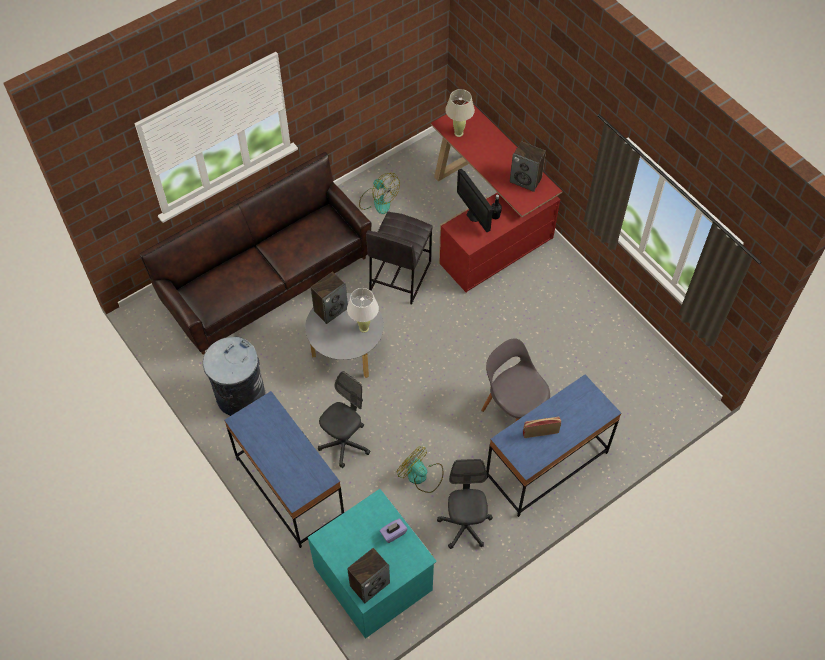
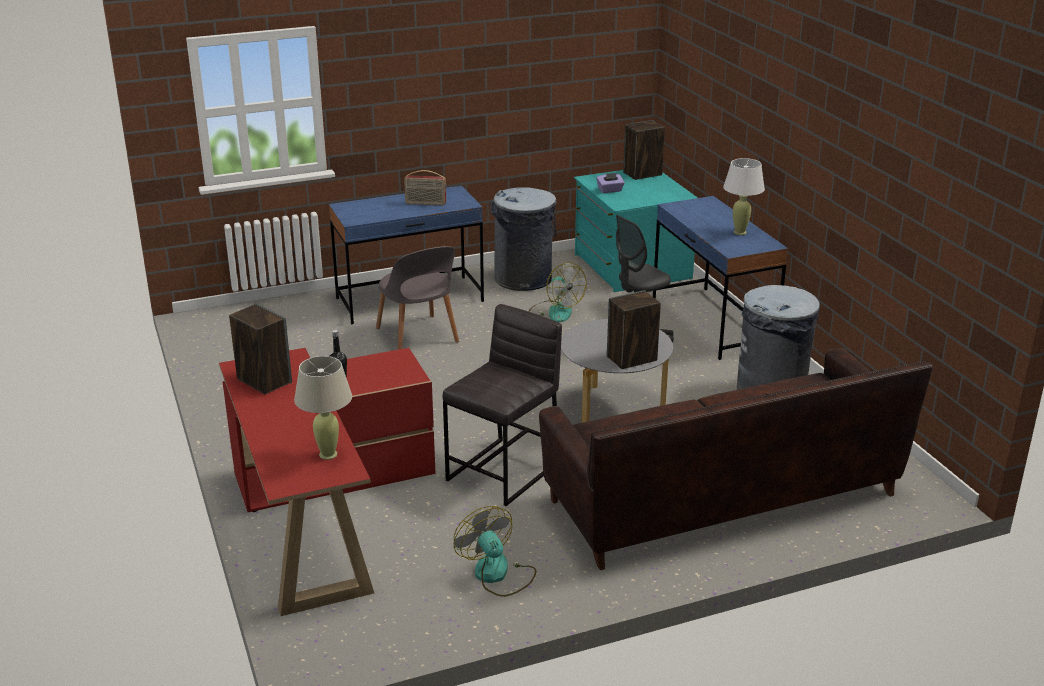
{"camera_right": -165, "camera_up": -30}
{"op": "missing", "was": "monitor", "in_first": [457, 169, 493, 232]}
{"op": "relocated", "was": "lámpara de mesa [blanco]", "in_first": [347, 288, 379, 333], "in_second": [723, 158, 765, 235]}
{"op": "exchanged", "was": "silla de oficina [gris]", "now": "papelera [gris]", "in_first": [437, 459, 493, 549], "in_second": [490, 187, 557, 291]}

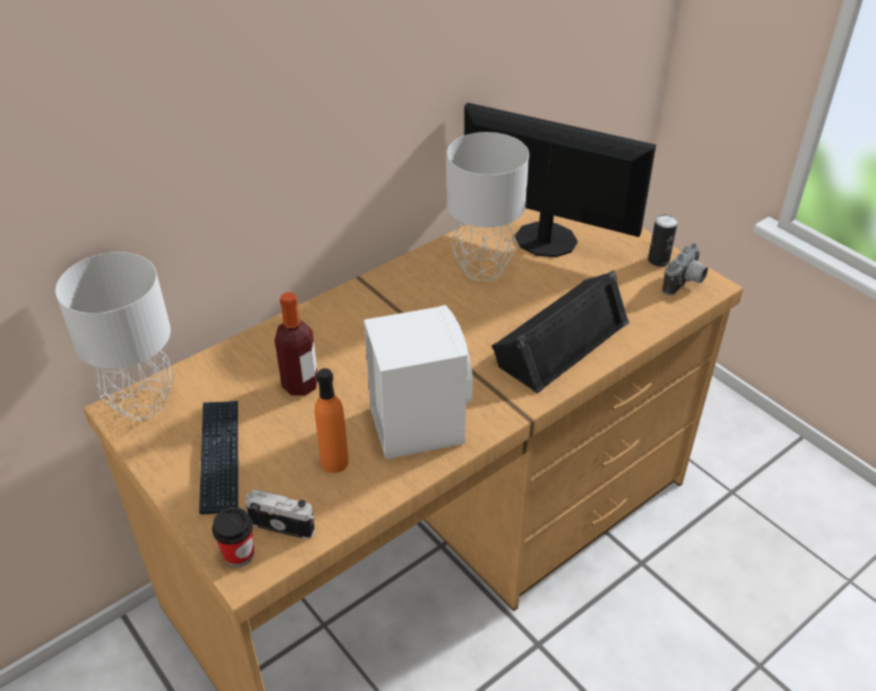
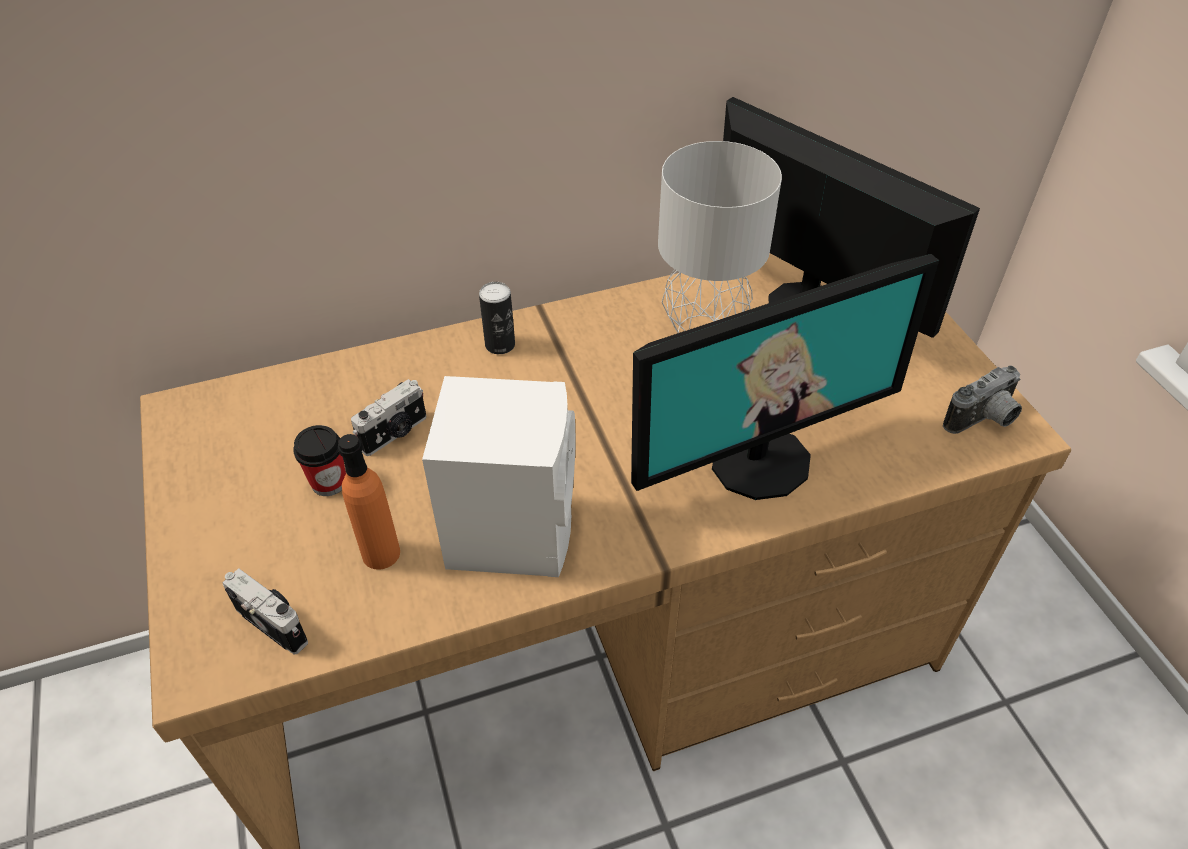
{"camera_right": 20, "camera_up": 5}
{"op": "missing", "was": "lámpara de mesa [gris]", "in_first": [55, 252, 175, 420]}
{"op": "missing", "was": "teclado", "in_first": [199, 401, 238, 515]}
{"op": "relocated", "was": "taza", "in_first": [212, 507, 254, 567], "in_second": [293, 425, 346, 496]}
{"op": "relocated", "was": "lata", "in_first": [648, 214, 678, 267], "in_second": [479, 282, 515, 354]}
{"op": "exchanged", "was": "botella", "now": "cámara", "in_first": [275, 292, 318, 396], "in_second": [351, 379, 427, 456]}
{"op": "exchanged", "was": "altavoz [negro]", "now": "monitor", "in_first": [492, 270, 629, 394], "in_second": [631, 254, 939, 500]}

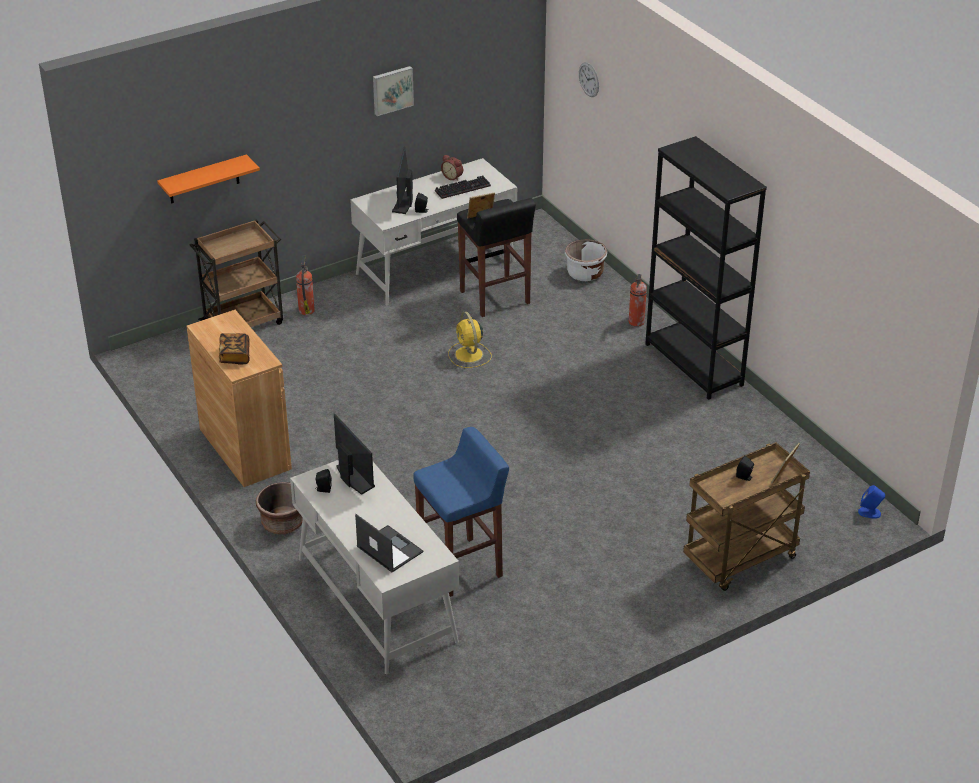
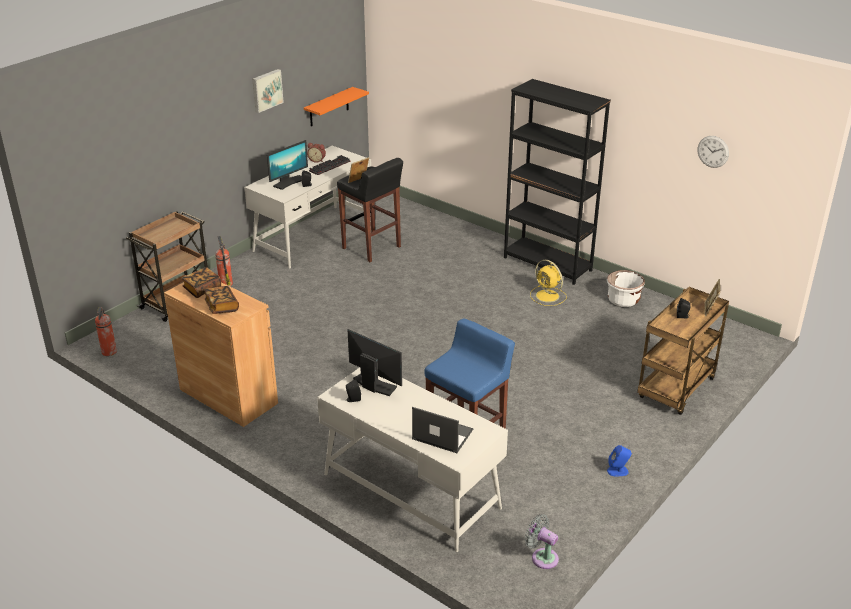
{"camera_right": -20, "camera_up": -5}
{"op": "missing", "was": "maceta [marrón]", "in_first": [256, 482, 303, 535]}
{"op": "appeared", "now": "libro", "in_second": [181, 267, 221, 298]}
{"op": "appeared", "now": "ventilador [gris]", "in_second": [525, 514, 559, 569]}
{"op": "relocated", "was": "estante [naranja]", "in_first": [157, 154, 260, 204], "in_second": [304, 87, 369, 126]}
{"op": "relocated", "was": "ventilador [amarillo]", "in_first": [449, 311, 492, 368], "in_second": [530, 260, 567, 306]}
{"op": "relocated", "was": "maceta [blanco]", "in_first": [565, 239, 607, 281], "in_second": [607, 270, 645, 307]}
{"op": "relocated", "was": "reloj de pared", "in_first": [579, 62, 599, 97], "in_second": [697, 136, 729, 168]}
{"op": "relocated", "was": "extintor", "in_first": [629, 274, 647, 327], "in_second": [95, 307, 117, 356]}
{"op": "relocated", "was": "altavoz [azul]", "in_first": [858, 485, 885, 519], "in_second": [607, 445, 632, 476]}
{"op": "spun", "was": "monitor", "in_first": [392, 147, 413, 214], "in_second": [267, 140, 308, 190], "clockwise": -120}

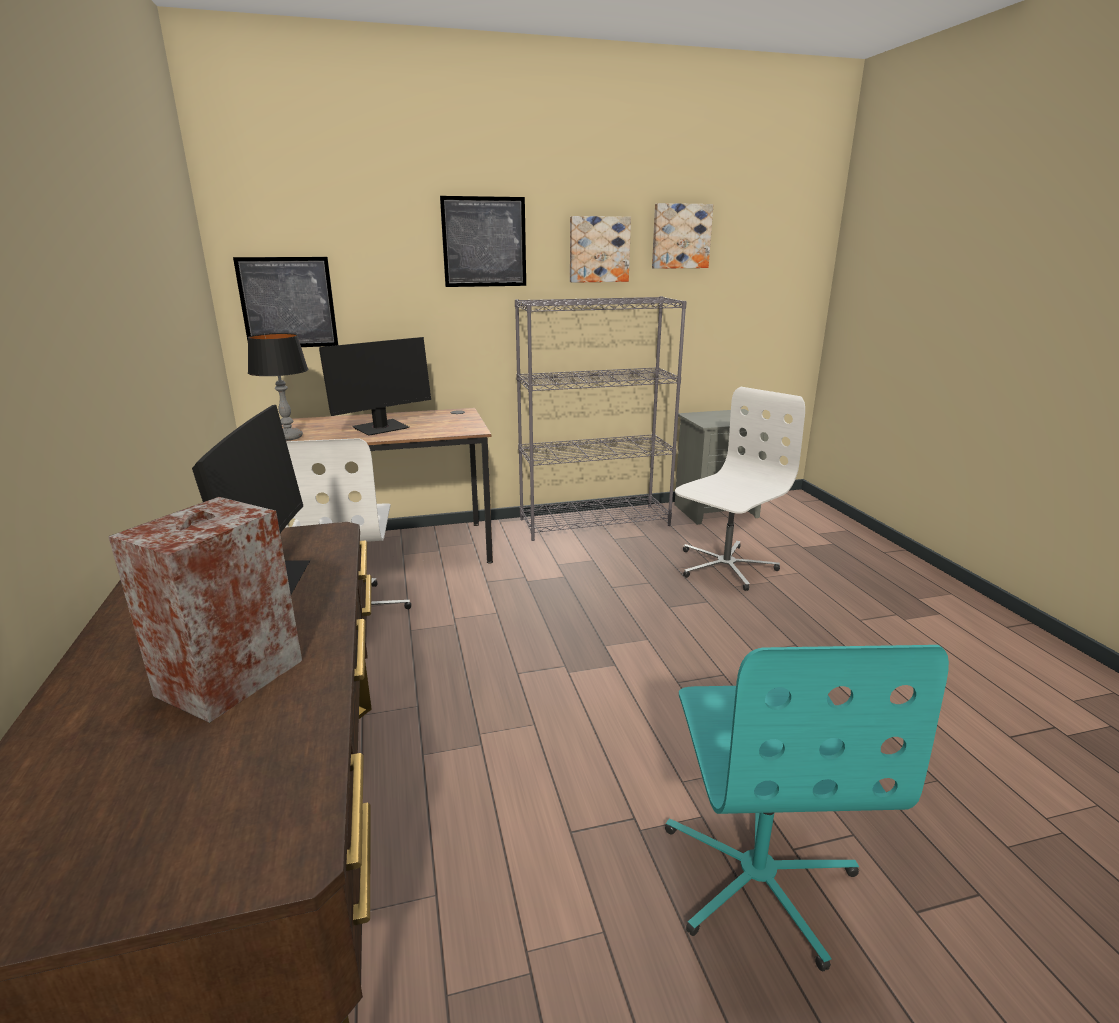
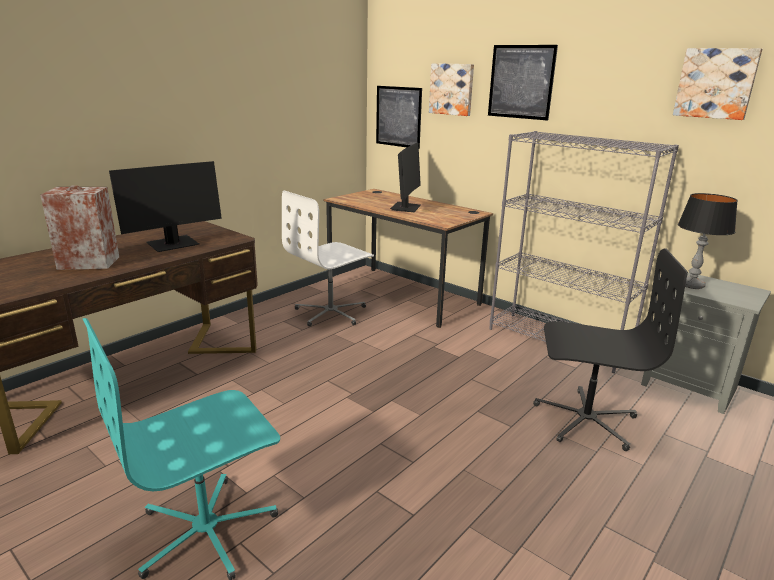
{"camera_right": 55, "camera_up": 0}
{"op": "relocated", "was": "lámpara de mesa", "in_first": [248, 333, 308, 440], "in_second": [678, 193, 738, 289]}
{"op": "relocated", "was": "cuadro", "in_first": [570, 216, 631, 283], "in_second": [429, 63, 474, 116]}
{"op": "colour", "was": "silla de oficina [blanco]", "now": "silla de oficina [negro]", "in_first": [675, 387, 805, 591], "in_second": [533, 248, 688, 451]}
{"op": "spun", "was": "monitor", "in_first": [319, 337, 431, 436], "in_second": [390, 143, 421, 212], "clockwise": -90}

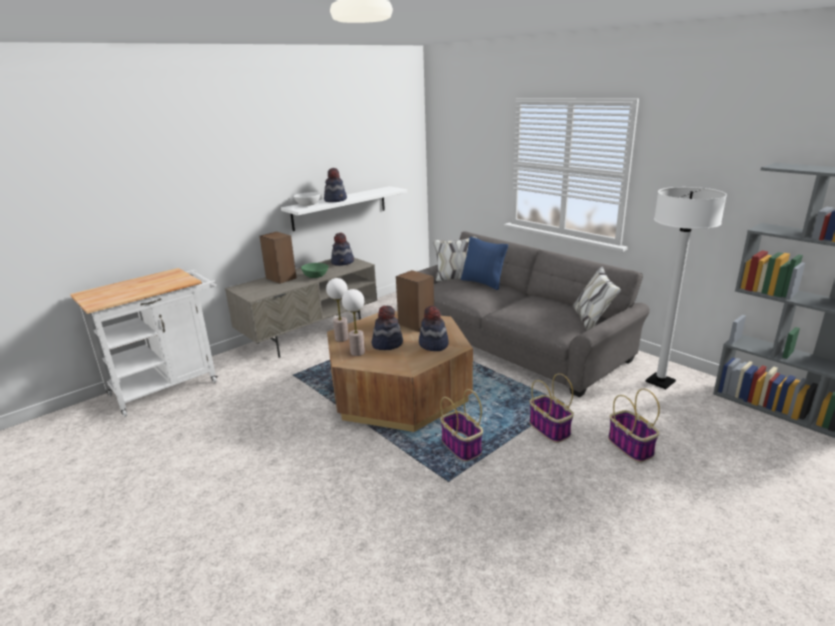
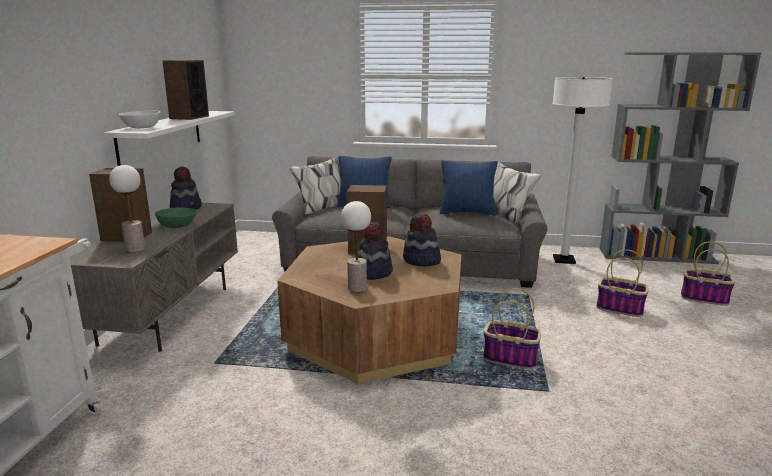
{"camera_right": -40, "camera_up": -5}
{"op": "missing", "was": "sombrero", "in_first": [324, 168, 347, 202]}
{"op": "appeared", "now": "altavoz", "in_second": [162, 60, 209, 120]}
{"op": "appeared", "now": "cojín [azul]", "in_second": [440, 160, 497, 215]}
{"op": "relocated", "was": "lámpara de mesa", "in_first": [326, 278, 349, 342], "in_second": [109, 165, 145, 252]}
{"op": "relocated", "was": "cesta", "in_first": [529, 373, 574, 443], "in_second": [681, 241, 735, 306]}

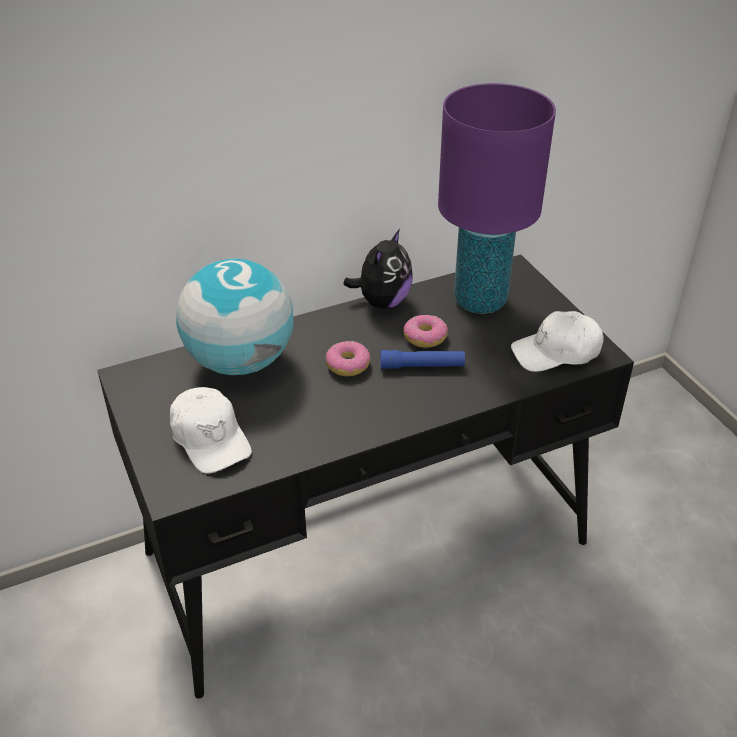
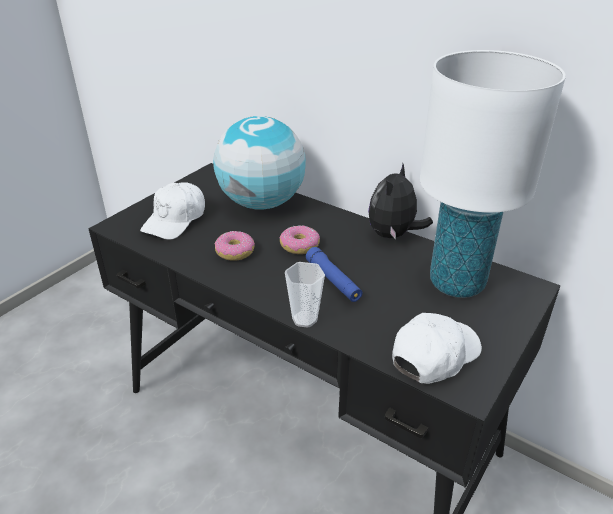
{"camera_right": 60, "camera_up": -5}
{"op": "appeared", "now": "taza", "in_second": [285, 262, 325, 328]}
{"op": "relocated", "was": "rosquilla", "in_first": [404, 315, 448, 348], "in_second": [214, 231, 255, 261]}
{"op": "colour", "was": "lámpara de mesa [morado]", "now": "lámpara de mesa [blanco]", "in_first": [438, 83, 556, 314], "in_second": [420, 50, 566, 298]}
{"op": "spun", "was": "peluche", "in_first": [343, 229, 413, 309], "in_second": [368, 164, 433, 240], "clockwise": 120}
{"op": "spun", "was": "gorra [blanco]", "in_first": [511, 311, 604, 372], "in_second": [392, 313, 482, 384], "clockwise": 90}

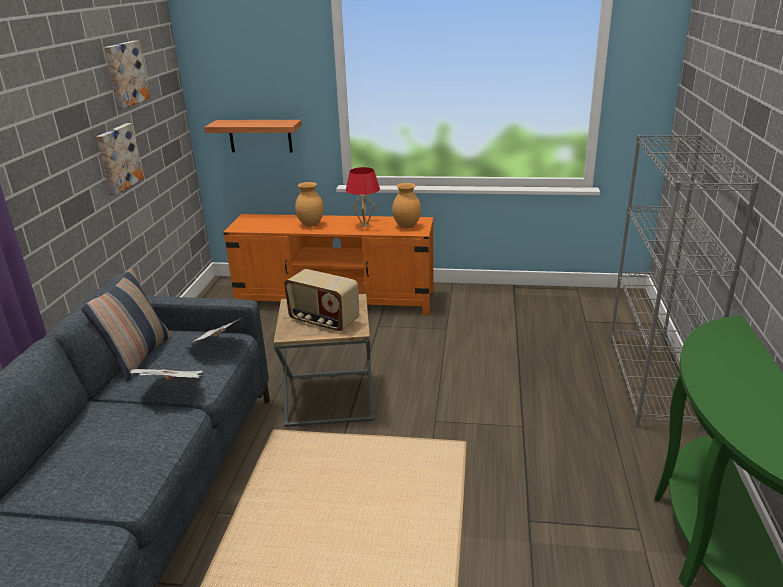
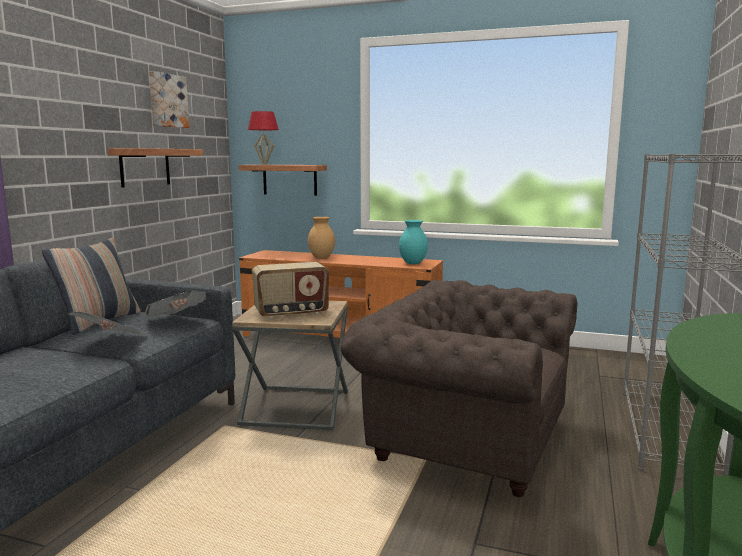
{"camera_right": 10, "camera_up": -15}
{"op": "appeared", "now": "sillón [marrón]", "in_second": [340, 280, 577, 497]}
{"op": "relocated", "was": "lámpara de mesa [rojo]", "in_first": [346, 167, 380, 227], "in_second": [248, 111, 279, 165]}
{"op": "exchanged", "was": "cuadro", "now": "estante", "in_first": [97, 123, 144, 195], "in_second": [108, 148, 203, 188]}
{"op": "colour", "was": "florero [marrón]", "now": "florero [turquesa]", "in_first": [392, 183, 421, 229], "in_second": [399, 220, 428, 264]}
{"op": "spun", "was": "radio", "in_first": [284, 269, 359, 332], "in_second": [252, 262, 329, 319], "clockwise": -60}

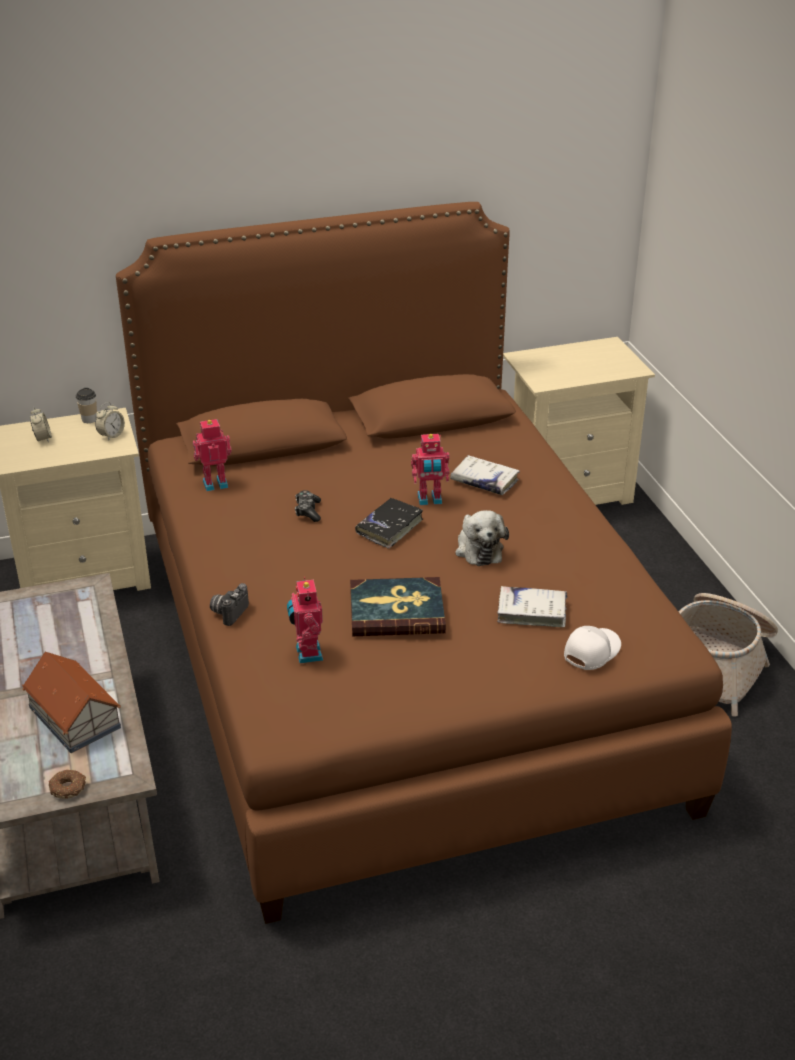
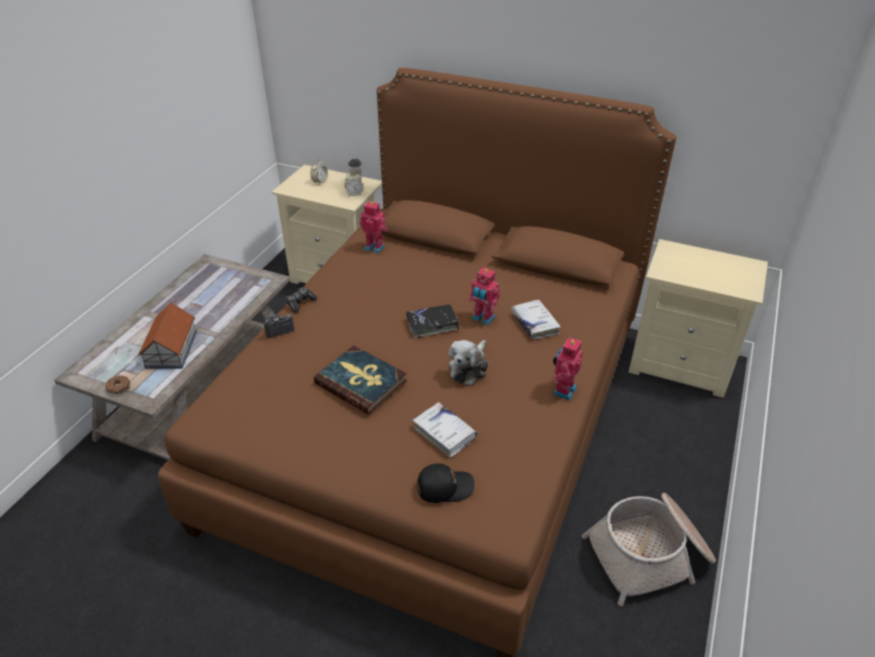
{"camera_right": 40, "camera_up": 5}
{"op": "relocated", "was": "robot de juguete", "in_first": [287, 577, 323, 664], "in_second": [552, 337, 583, 400]}
{"op": "relocated", "was": "mando de consola", "in_first": [295, 490, 321, 522], "in_second": [286, 287, 317, 313]}
{"op": "colour", "was": "gorra [blanco]", "now": "gorra [negro]", "in_first": [564, 626, 621, 670], "in_second": [417, 463, 475, 503]}

